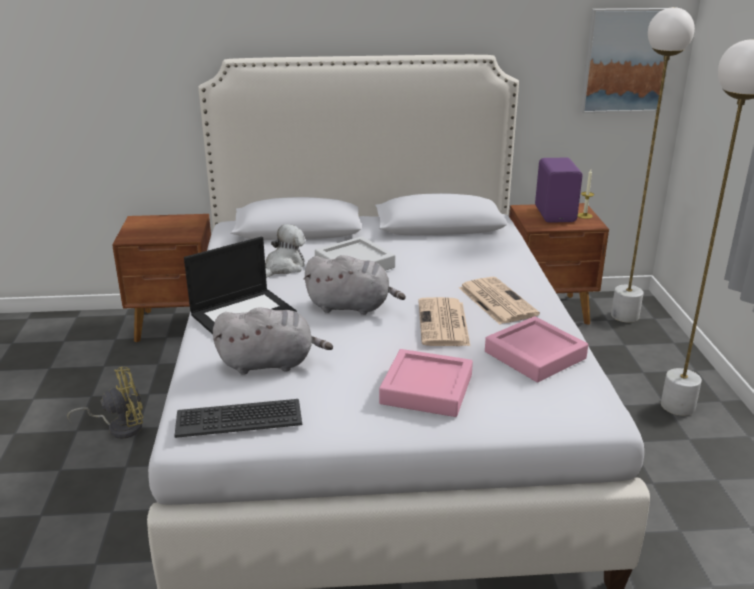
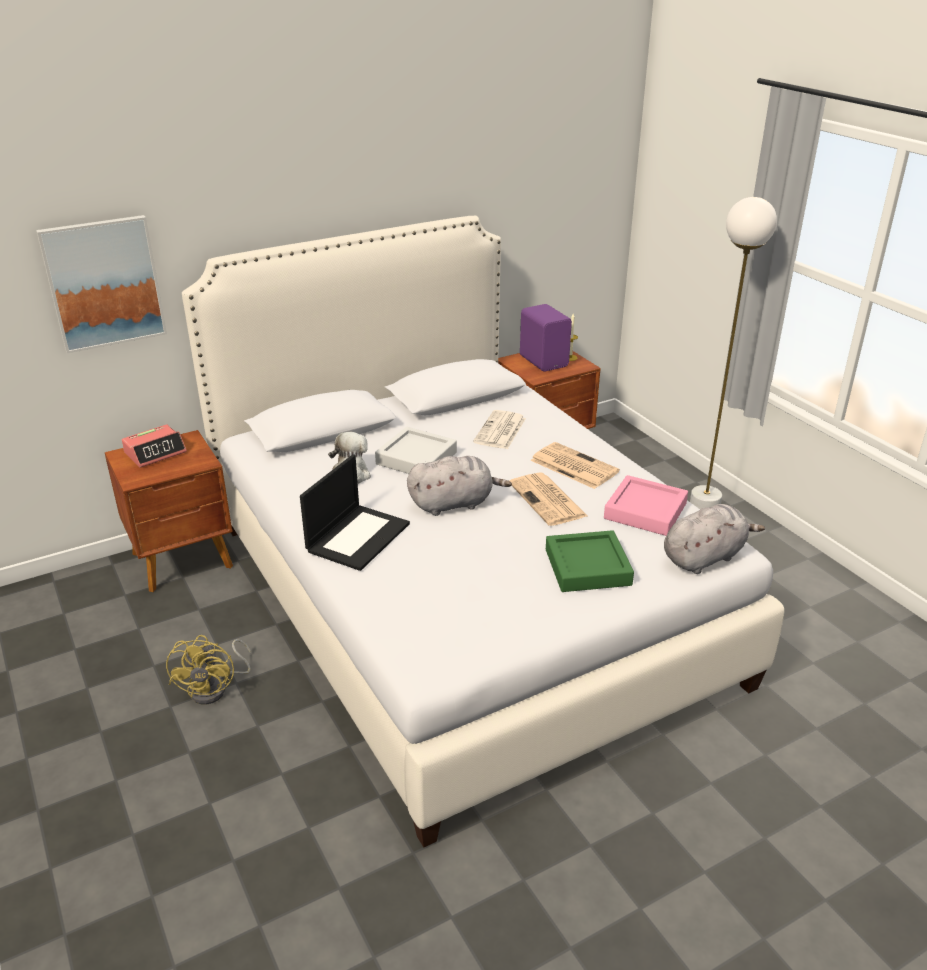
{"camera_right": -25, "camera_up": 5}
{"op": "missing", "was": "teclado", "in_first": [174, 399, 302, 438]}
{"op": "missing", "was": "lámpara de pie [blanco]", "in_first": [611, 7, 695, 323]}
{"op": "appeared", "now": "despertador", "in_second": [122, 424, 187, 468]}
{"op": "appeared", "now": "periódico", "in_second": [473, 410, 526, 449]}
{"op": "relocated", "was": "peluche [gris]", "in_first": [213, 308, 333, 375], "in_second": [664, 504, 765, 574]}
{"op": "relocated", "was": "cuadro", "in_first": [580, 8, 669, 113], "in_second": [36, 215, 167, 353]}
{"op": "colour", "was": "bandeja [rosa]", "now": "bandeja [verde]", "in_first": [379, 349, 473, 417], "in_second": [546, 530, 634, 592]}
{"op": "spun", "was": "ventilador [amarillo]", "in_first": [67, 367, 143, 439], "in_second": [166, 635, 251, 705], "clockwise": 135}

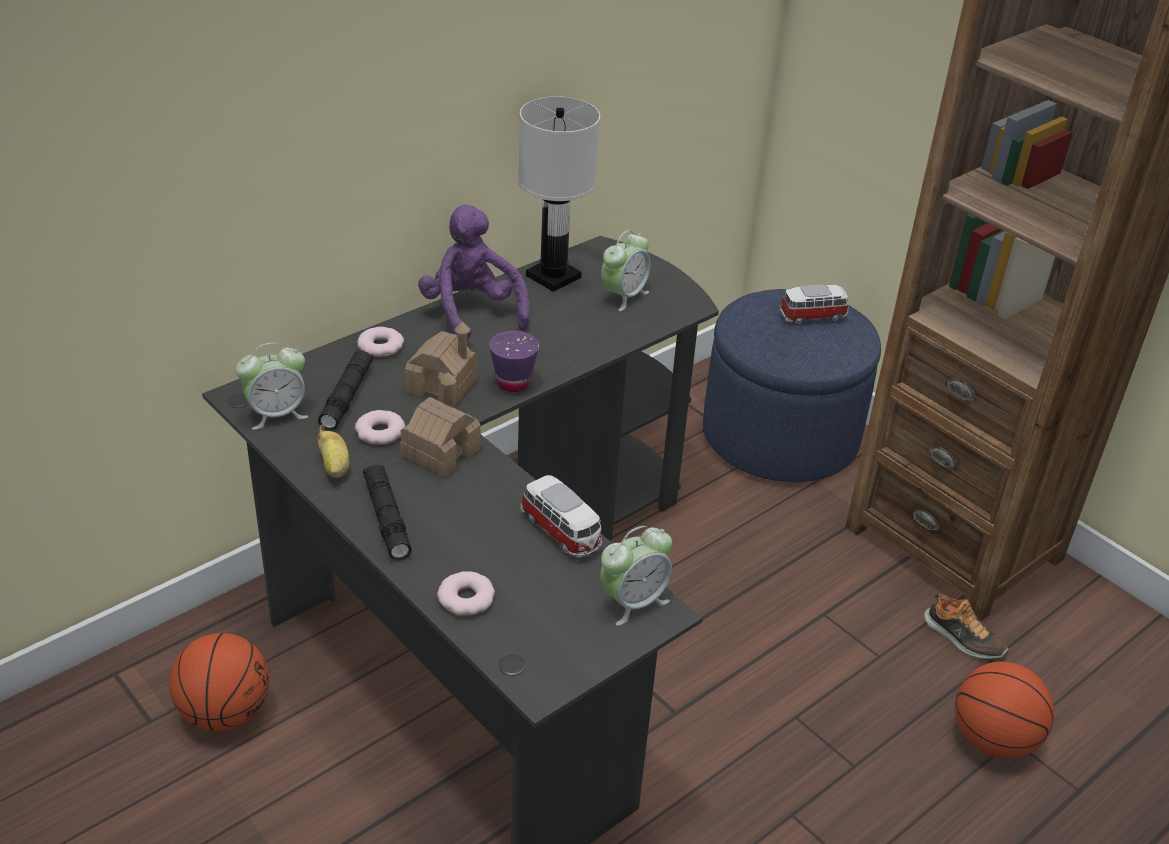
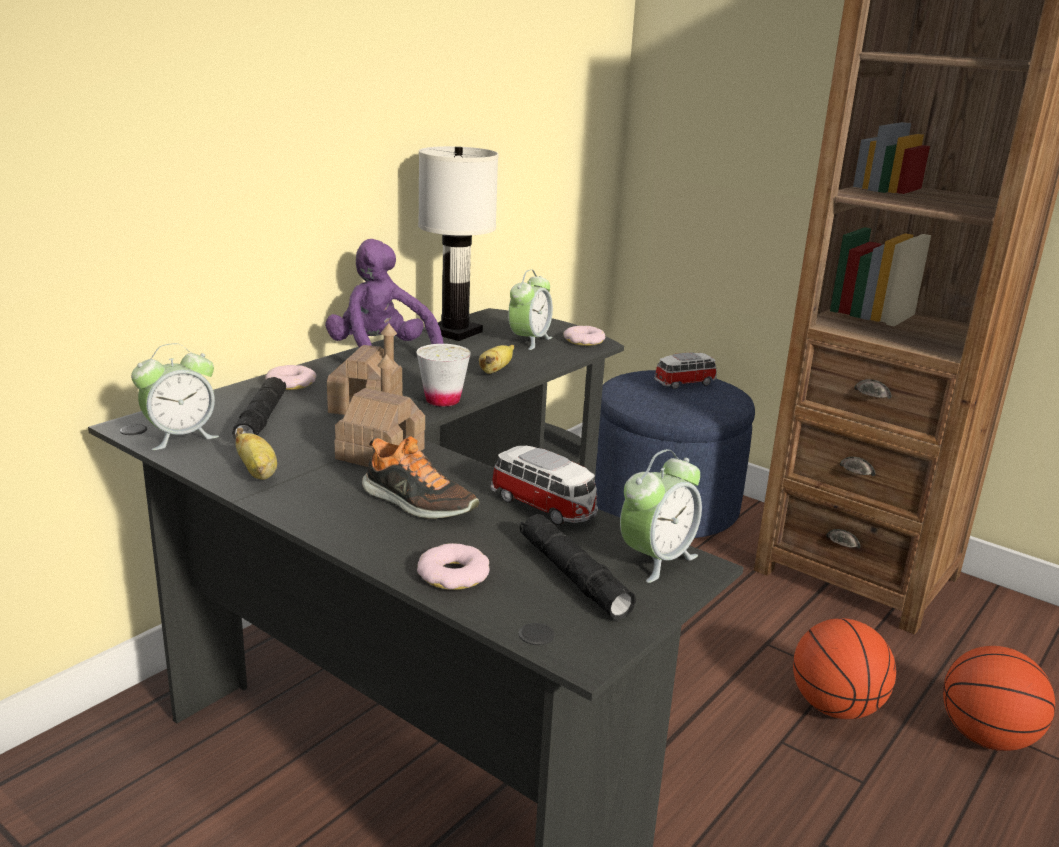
{"camera_right": -10, "camera_up": -15}
{"op": "appeared", "now": "plátano", "in_second": [479, 345, 514, 374]}
{"op": "relocated", "was": "balón de baloncesto", "in_first": [169, 633, 269, 731], "in_second": [793, 618, 896, 719]}
{"op": "relocated", "was": "rosquilla", "in_first": [355, 410, 405, 445], "in_second": [564, 326, 605, 346]}
{"op": "relocated", "was": "linterna [negro]", "in_first": [363, 465, 412, 561], "in_second": [520, 514, 636, 620]}
{"op": "relocated", "was": "zapato", "in_first": [924, 593, 1009, 659], "in_second": [362, 436, 479, 519]}
{"op": "colour", "was": "taza [morado]", "now": "taza [blanco]", "in_first": [489, 331, 539, 392], "in_second": [416, 344, 471, 407]}

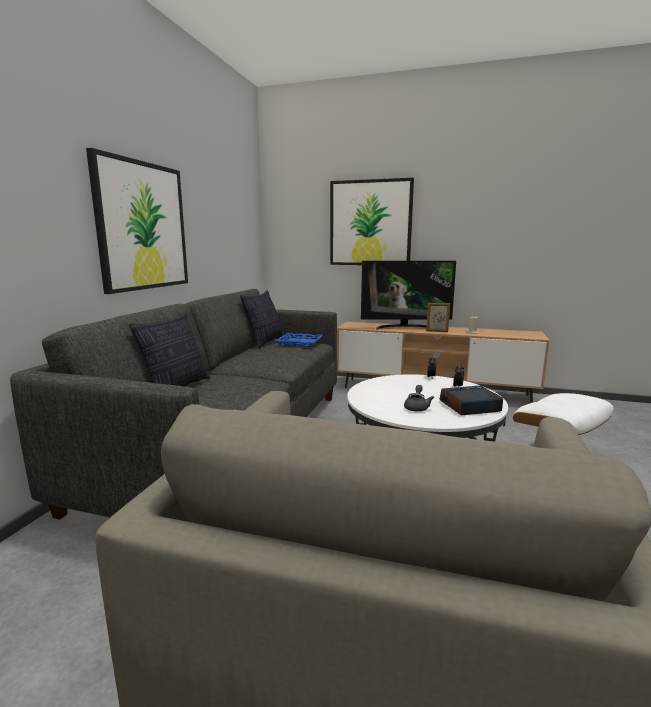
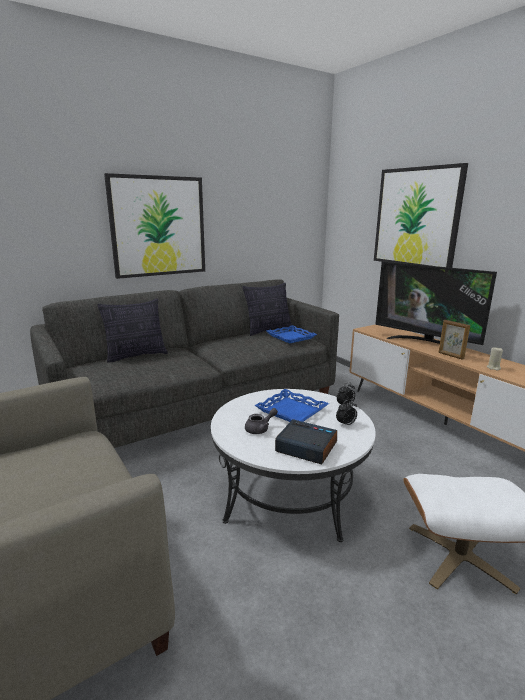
{"camera_right": 40, "camera_up": 5}
{"op": "appeared", "now": "bandeja [azul]", "in_second": [255, 389, 329, 422]}

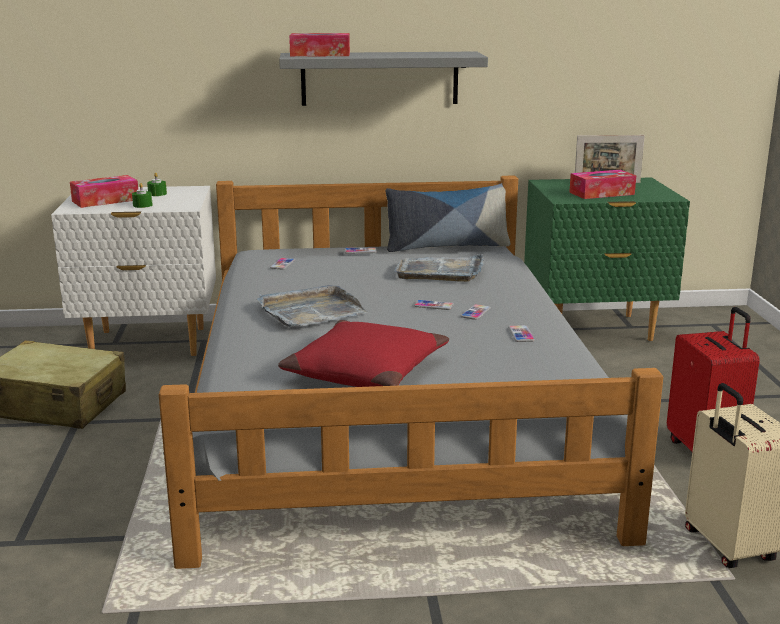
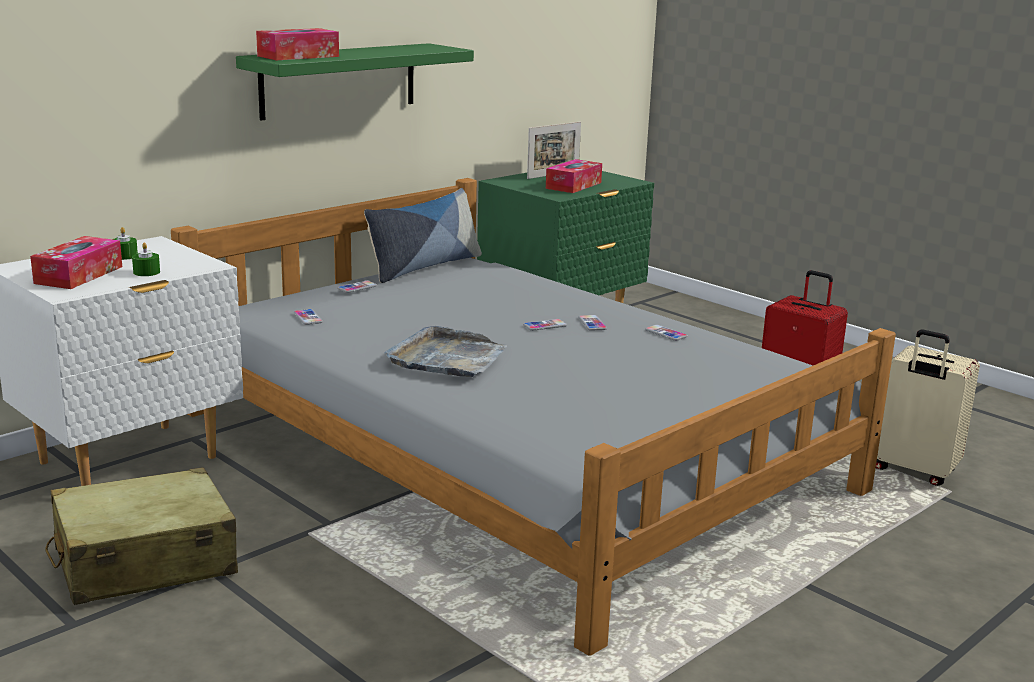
{"camera_right": -40, "camera_up": 0}
{"op": "missing", "was": "cojín [rojo]", "in_first": [278, 320, 449, 387]}
{"op": "missing", "was": "bandeja [gris]", "in_first": [395, 254, 484, 282]}
{"op": "colour", "was": "estante [gris]", "now": "estante [verde]", "in_first": [279, 52, 488, 106], "in_second": [236, 43, 474, 120]}

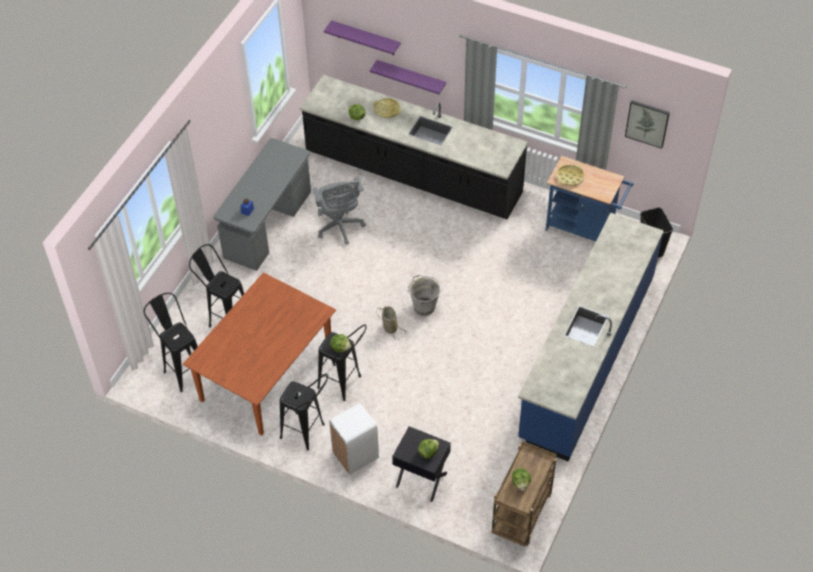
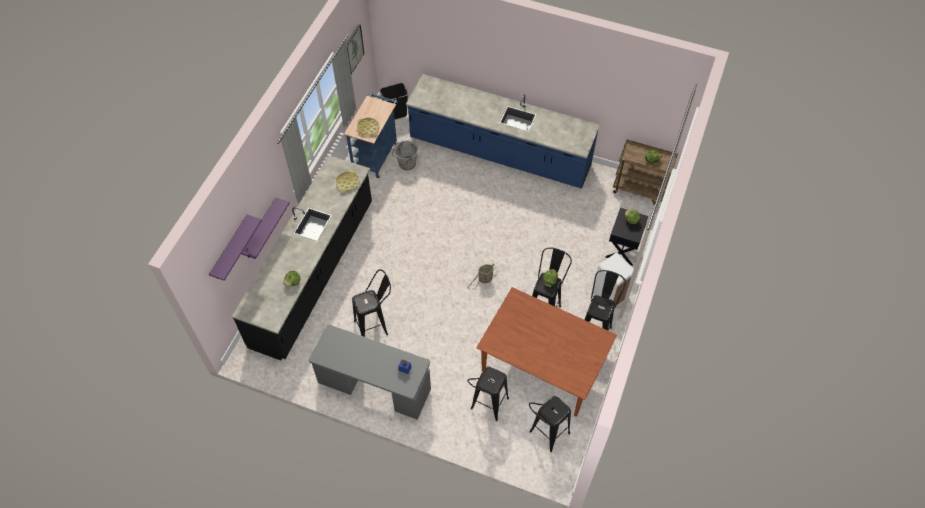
{"camera_right": -95, "camera_up": 5}
{"op": "relocated", "was": "bandeja [amarillo]", "in_first": [373, 98, 402, 118], "in_second": [336, 170, 359, 192]}
{"op": "relocated", "was": "cubo [gris]", "in_first": [408, 275, 440, 316], "in_second": [392, 140, 418, 170]}
{"op": "exchanged", "was": "silla de oficina [gris]", "now": "taburete [negro]", "in_first": [312, 177, 366, 245], "in_second": [352, 269, 391, 337]}

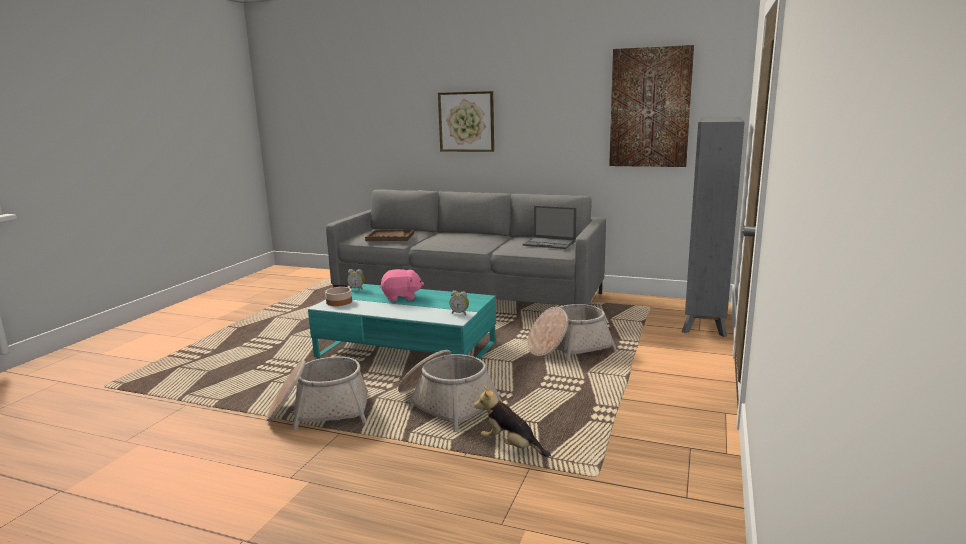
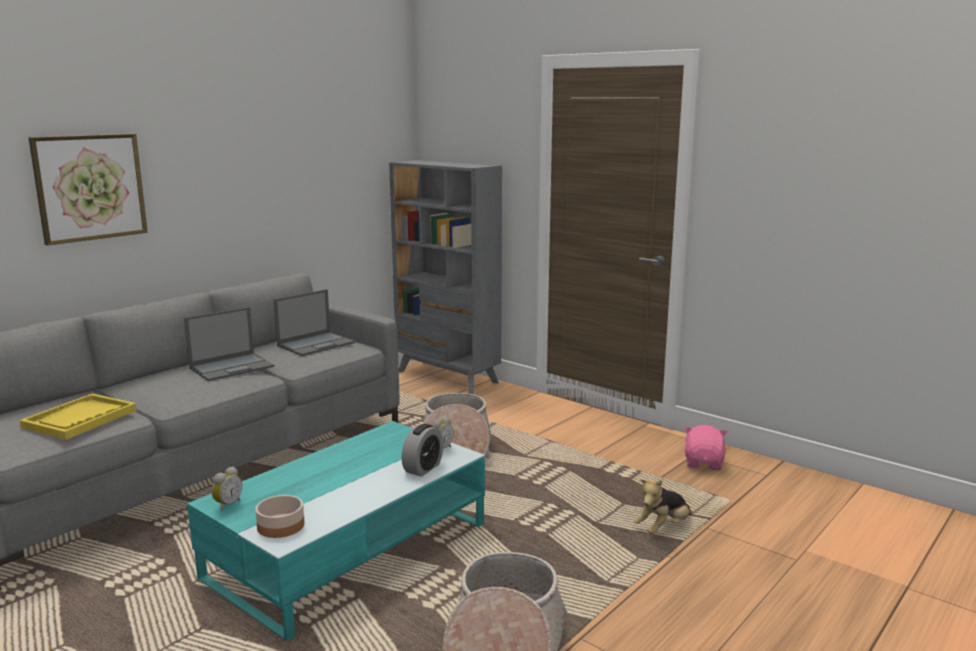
{"camera_right": -70, "camera_up": 0}
{"op": "missing", "was": "cesta", "in_first": [398, 350, 502, 432]}
{"op": "missing", "was": "cuadro", "in_first": [609, 45, 694, 167]}
{"op": "appeared", "now": "portátil", "in_second": [184, 307, 274, 381]}
{"op": "appeared", "now": "despertador", "in_second": [401, 424, 444, 477]}
{"op": "relocated", "was": "peluche [rosa]", "in_first": [380, 269, 424, 302], "in_second": [684, 425, 727, 470]}
{"op": "colour", "was": "bandeja [marrón]", "now": "bandeja [amarillo]", "in_first": [365, 230, 414, 241], "in_second": [20, 394, 137, 440]}

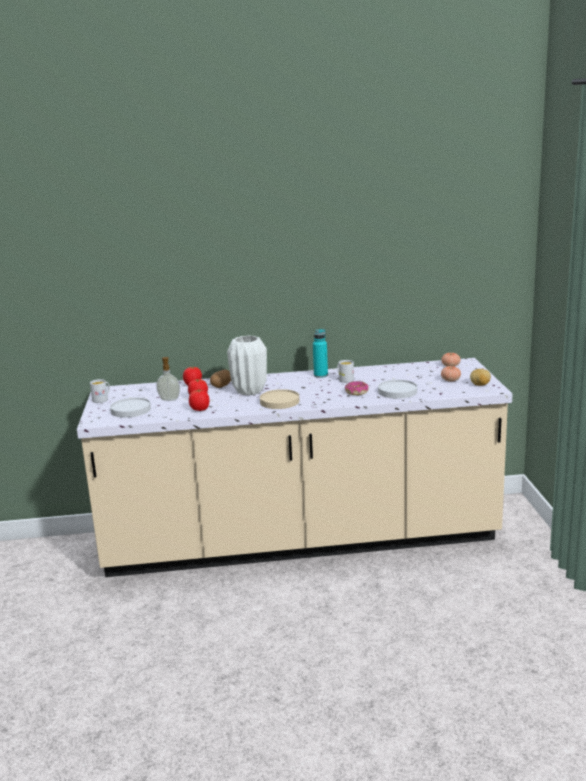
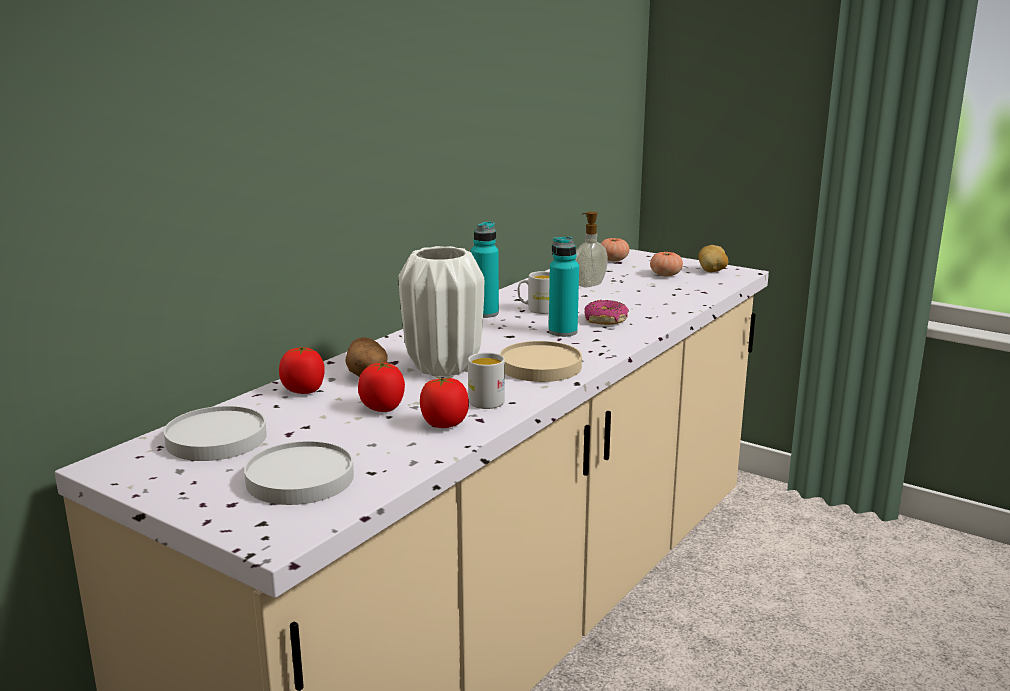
{"camera_right": -50, "camera_up": 0}
{"op": "appeared", "now": "botella [turquesa]", "in_second": [549, 236, 579, 337]}
{"op": "relocated", "was": "taza grande [blanco]", "in_first": [90, 379, 110, 403], "in_second": [468, 352, 505, 409]}
{"op": "relocated", "was": "dispensador de jabón", "in_first": [156, 357, 180, 401], "in_second": [575, 212, 608, 287]}
{"op": "relocated", "was": "plato [blanco]", "in_first": [378, 380, 417, 399], "in_second": [164, 406, 267, 461]}

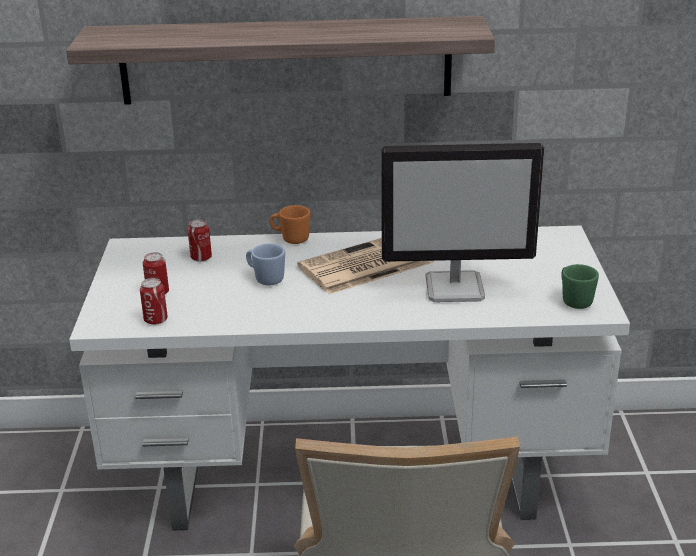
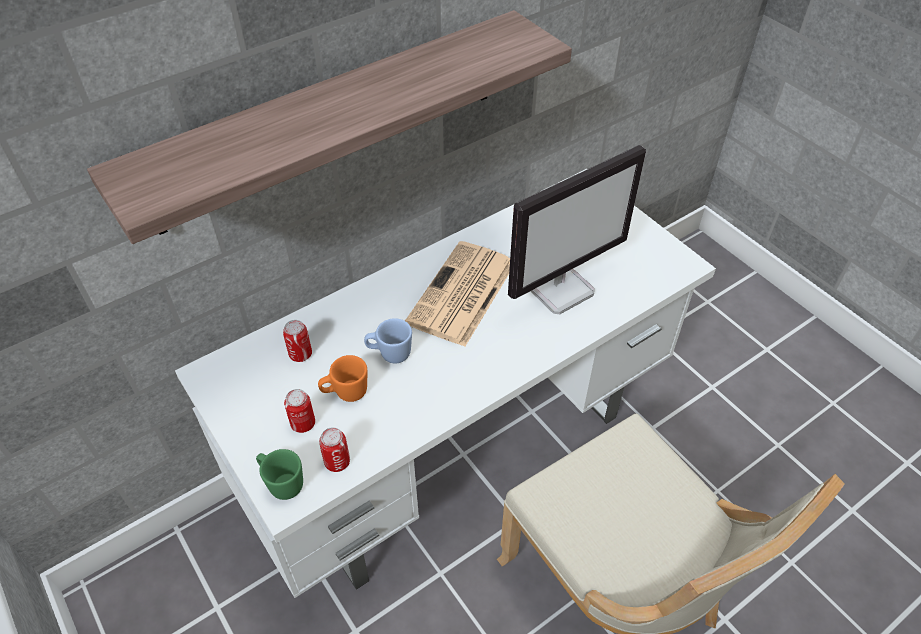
{"camera_right": -35, "camera_up": 20}
{"op": "relocated", "was": "taza grande [naranja]", "in_first": [270, 205, 311, 244], "in_second": [318, 355, 367, 402]}
{"op": "relocated", "was": "taza grande [verde]", "in_first": [561, 264, 599, 309], "in_second": [256, 449, 303, 500]}

